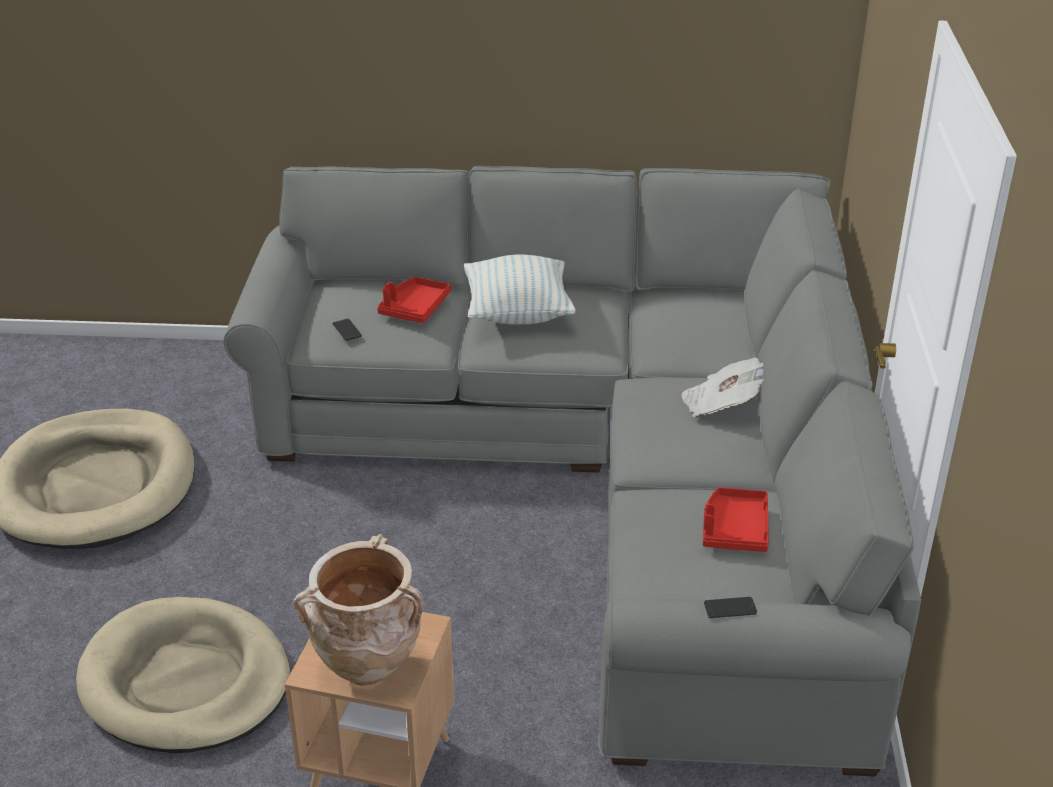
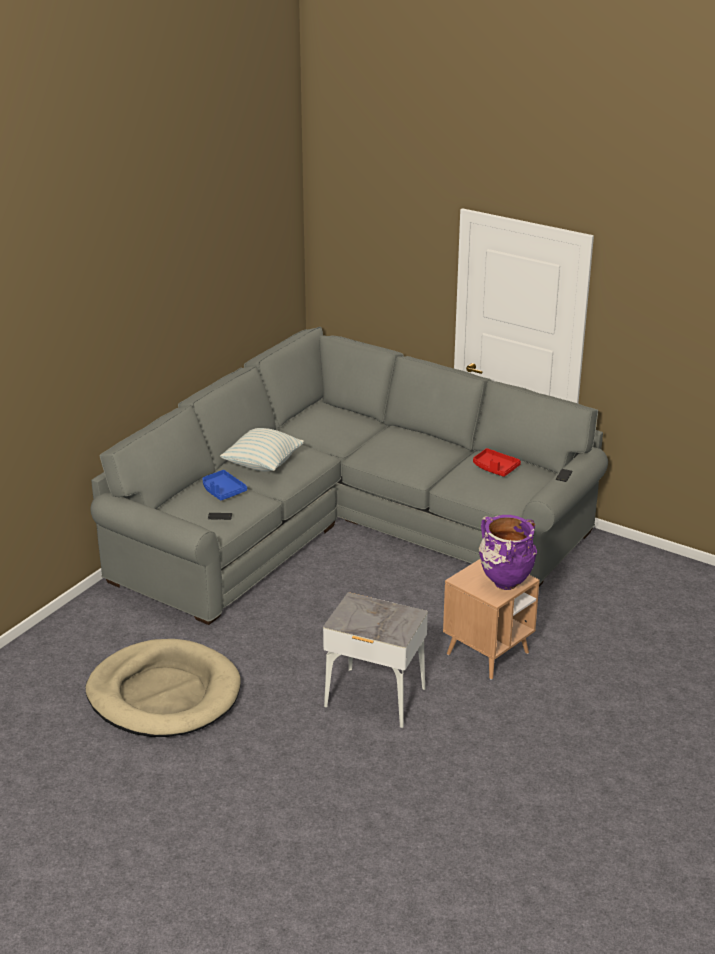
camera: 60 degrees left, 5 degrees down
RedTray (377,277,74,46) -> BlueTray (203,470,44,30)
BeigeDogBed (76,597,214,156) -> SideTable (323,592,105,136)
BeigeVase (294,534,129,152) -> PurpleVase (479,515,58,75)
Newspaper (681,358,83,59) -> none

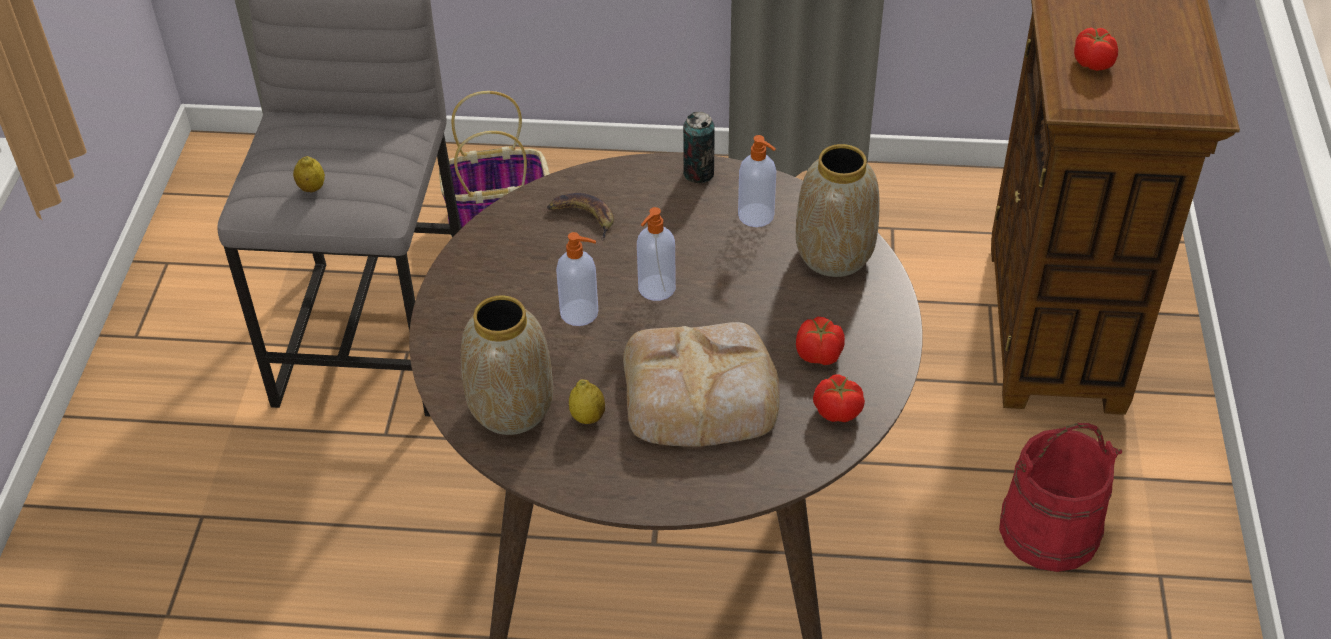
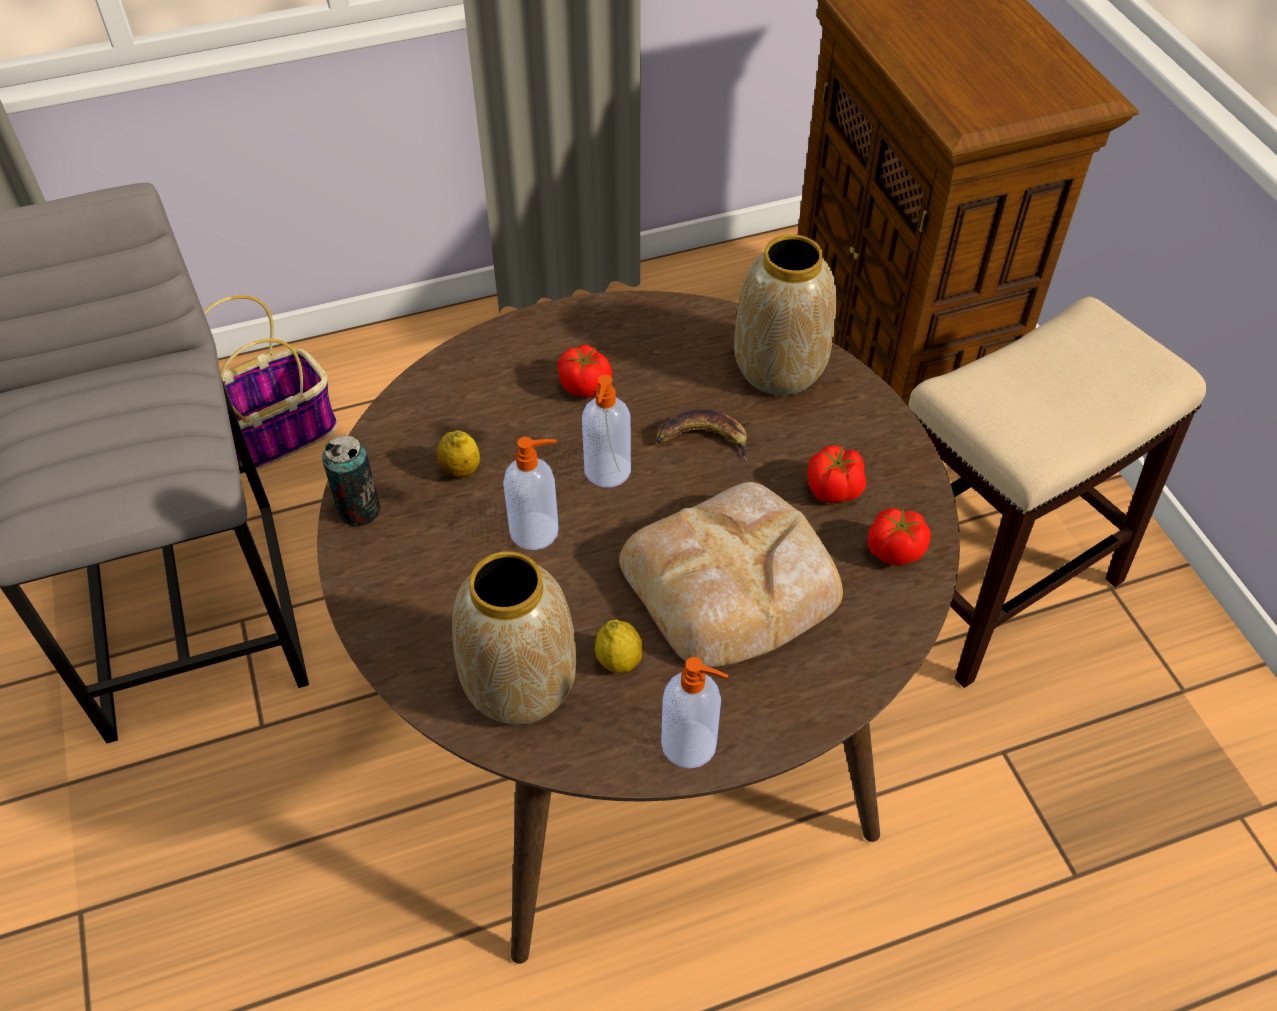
camera: 25 degrees left, 5 degrees up
Can (683,112,32,71) -> Can (322,435,58,91), move
Lemon (293,156,32,36) -> Lemon (437,430,43,48), move
Tomato (1074,28,44,43) -> Tomato (558,344,54,53), move
Banana (547,193,67,48) -> Banana (656,410,92,52), move
SoapDispenser (738,135,38,92) -> SoapDispenser (661,657,67,112), move
RedBucket (999,423,123,149) -> Stool (908,296,298,392)

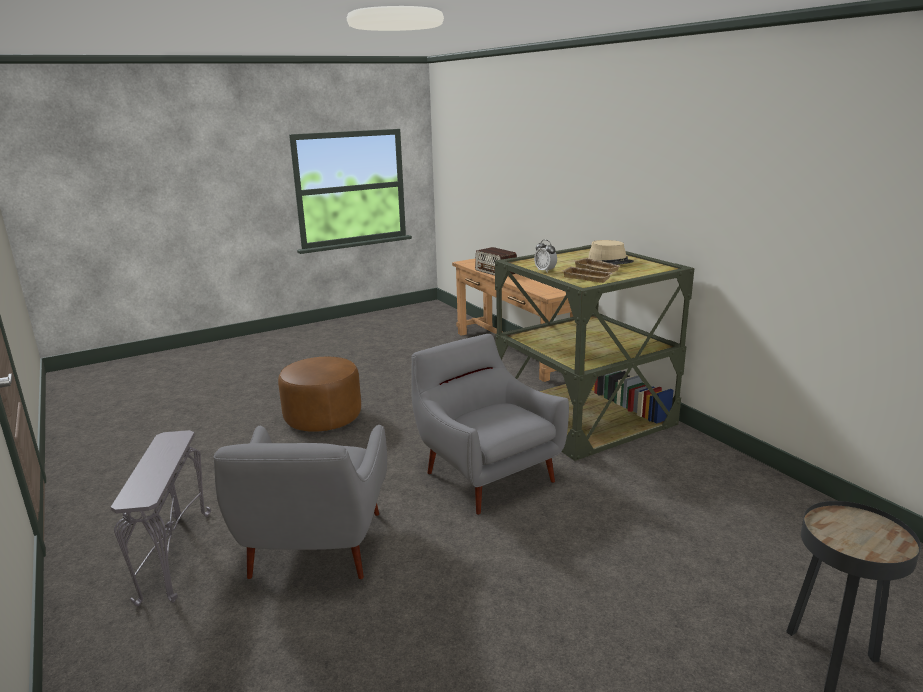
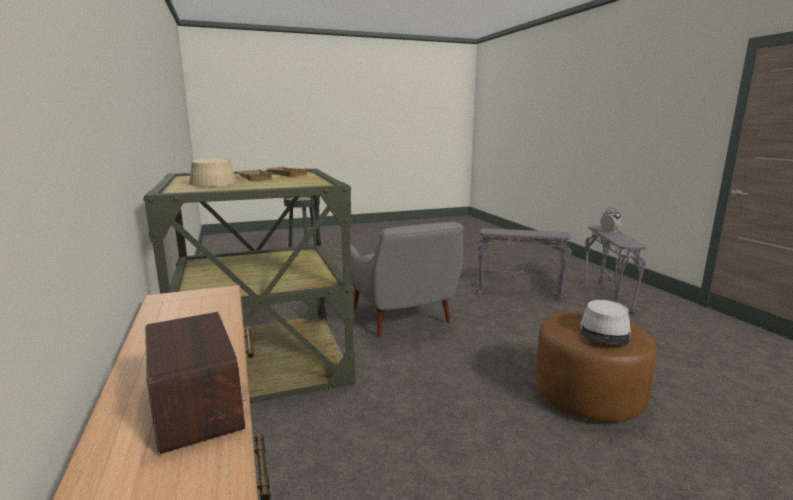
camera: 170 degrees left, 5 degrees down
GreyArmchair (214,425,173,154) -> GreySideTable (476,228,96,72)
none -> GreyHat (580,300,51,45)
AlarmClock (534,240,23,33) -> AlarmClock (600,208,21,25), move

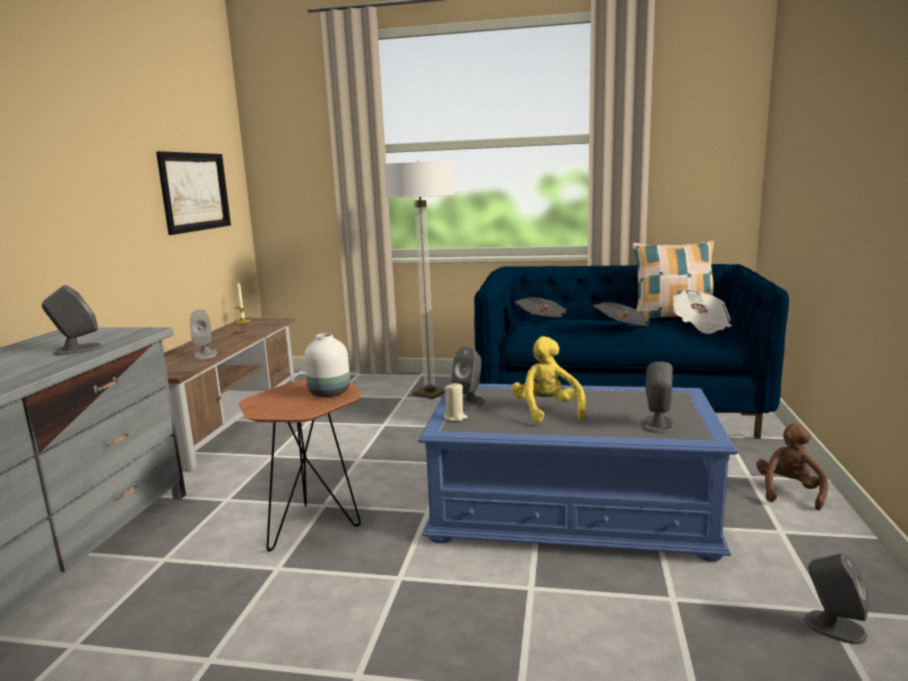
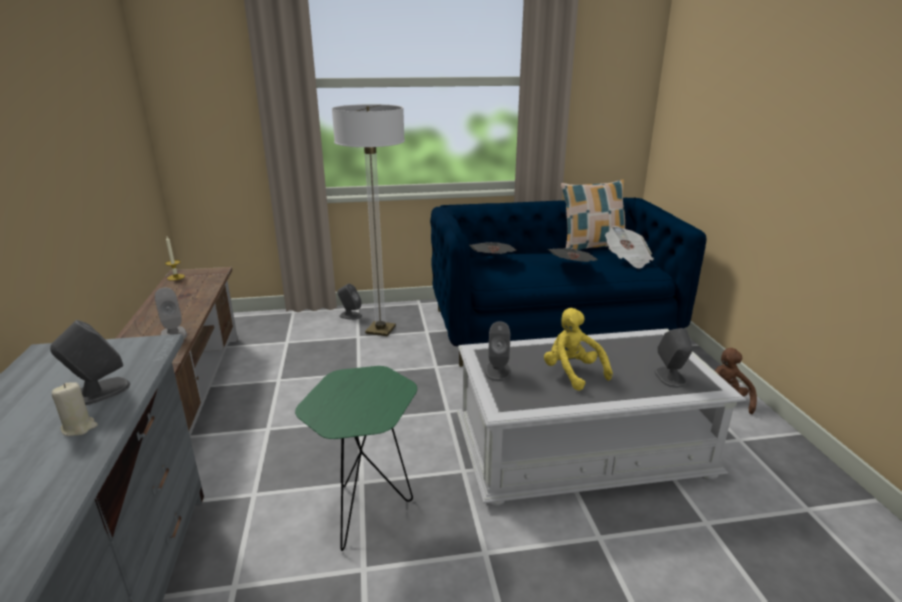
camera: 20 degrees left, 10 degrees up
BeigeCandle (444,382,23,39) -> BeigeCandle (52,382,46,54), move
BrownSideTable (239,380,123,171) -> GreenSideTable (295,366,122,185)
GreySpeaker (805,553,64,92) -> GreySpeaker (337,284,25,36), move
BlueCoffeeTable (418,383,320,178) -> WhiteCoffeeTable (457,329,289,177)
Picture (156,151,75,84) -> none
WhiteVase (304,333,46,64) -> none

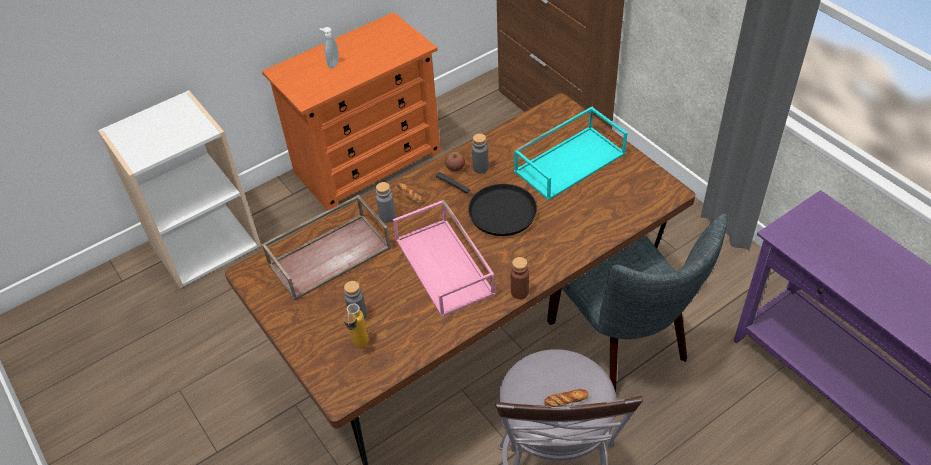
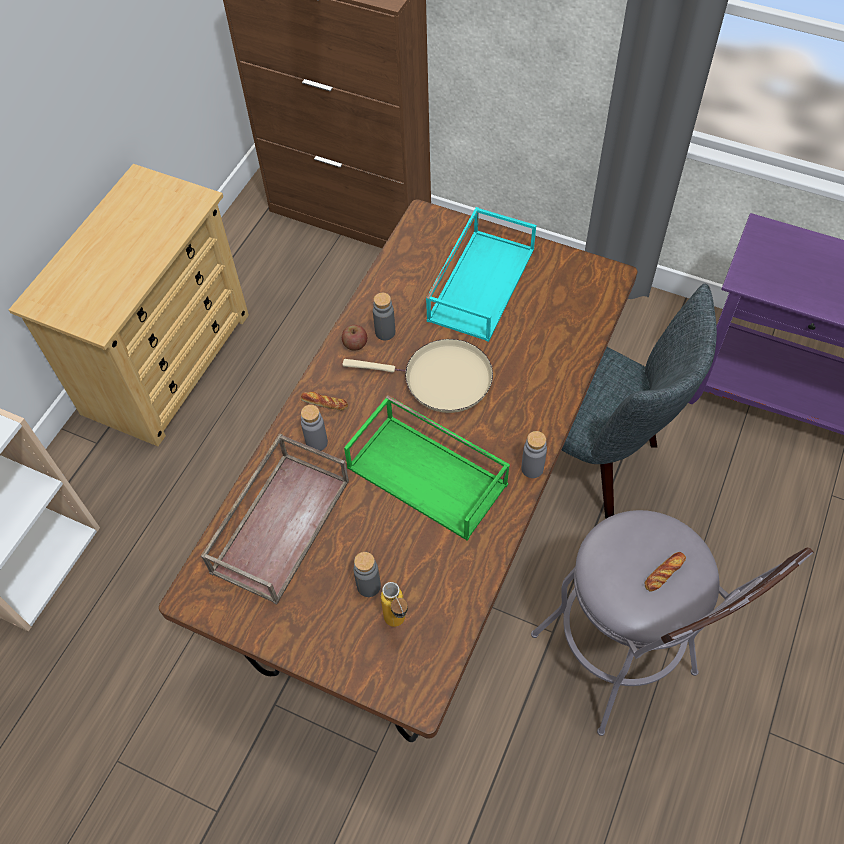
camera: 30 degrees left, 10 degrees up
OrangeDresser (262,12,179,199) -> BeigeDresser (9,164,240,282)
BlackFryingPan (436,172,101,64) -> BeigeFryingPan (343,339,150,74)
PinkTray (393,200,102,117) -> GreenTray (344,395,166,146)
BrownBottle (511,257,18,42) -> GreyBottle (521,431,26,47)
SoapDispenser (320,27,19,42) -> none

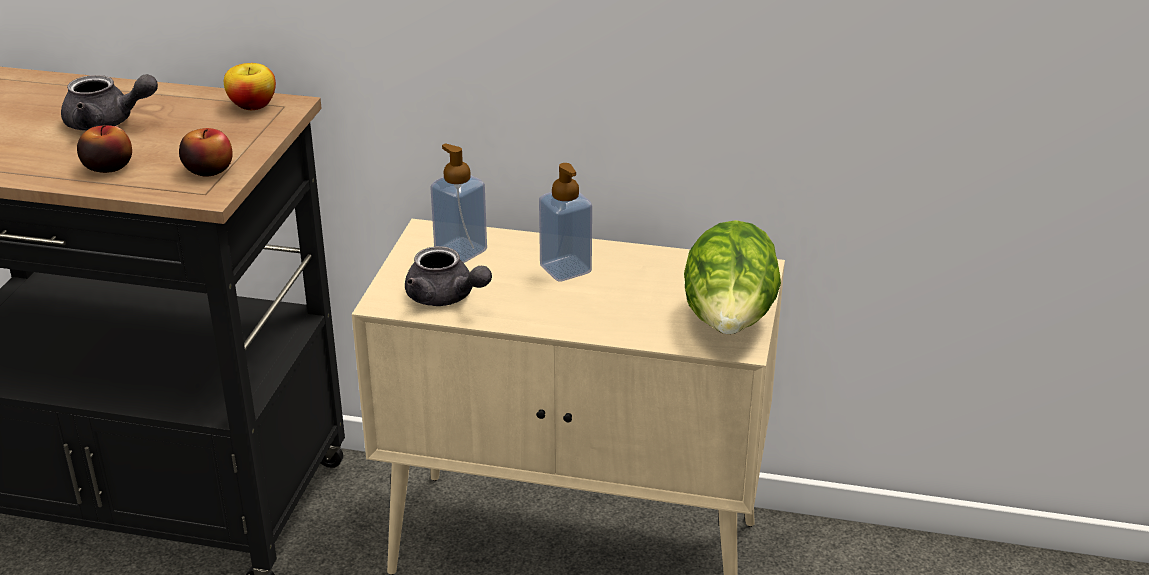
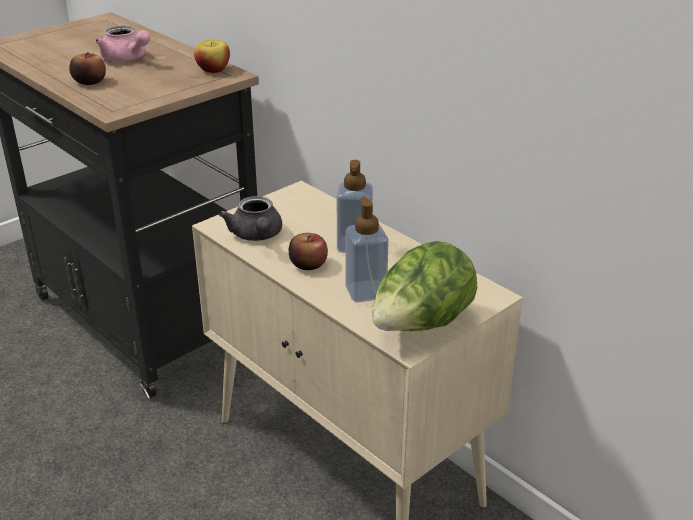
camera: 35 degrees right, 0 degrees up
GreyTeapot (61,74,97,57) -> PinkTeapot (95,26,56,35)
Apple (179,128,54,48) -> Apple (289,233,39,37), move
SoapDispenser (430,144,57,119) -> SoapDispenser (345,196,44,106), move

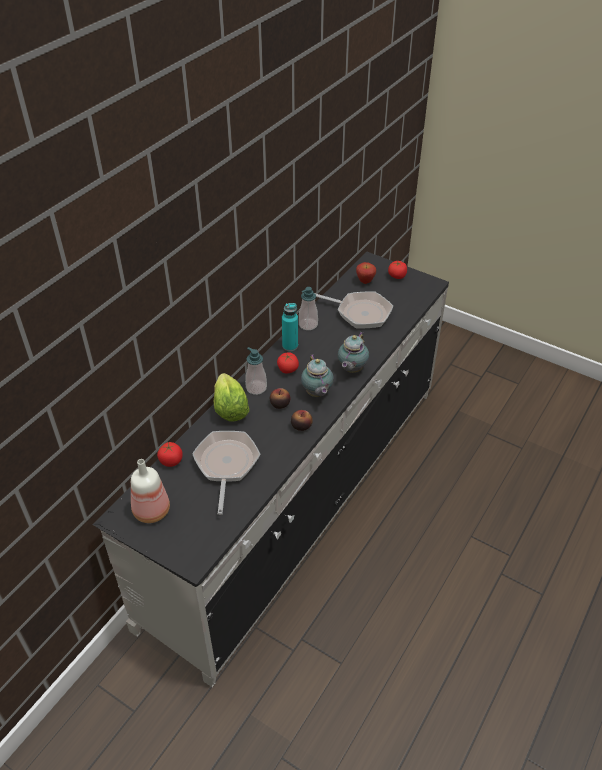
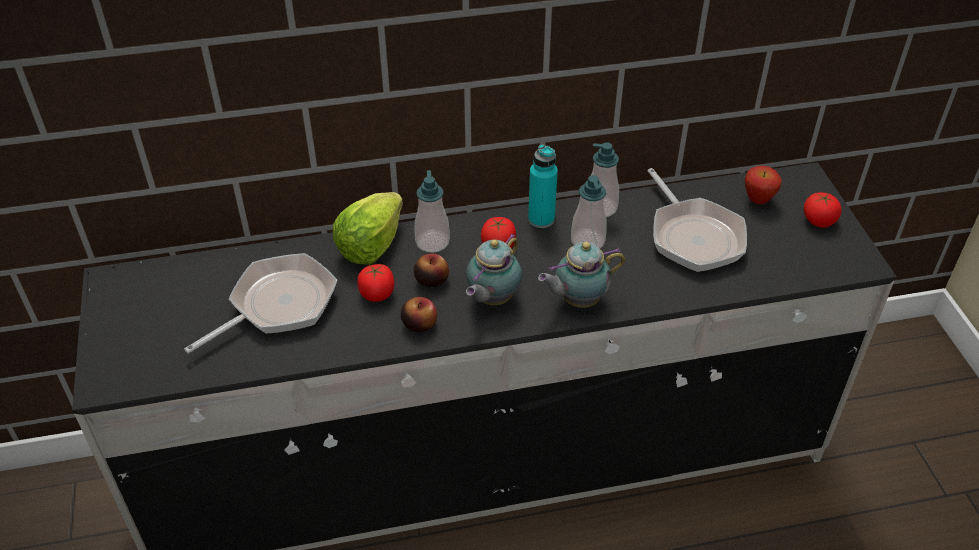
camera: 45 degrees right, 0 degrees up
Tomato (157,442,26,25) -> Tomato (357,264,38,38), move
none -> SoapDispenser (571,175,36,73)
Bottle (131,459,39,64) -> none

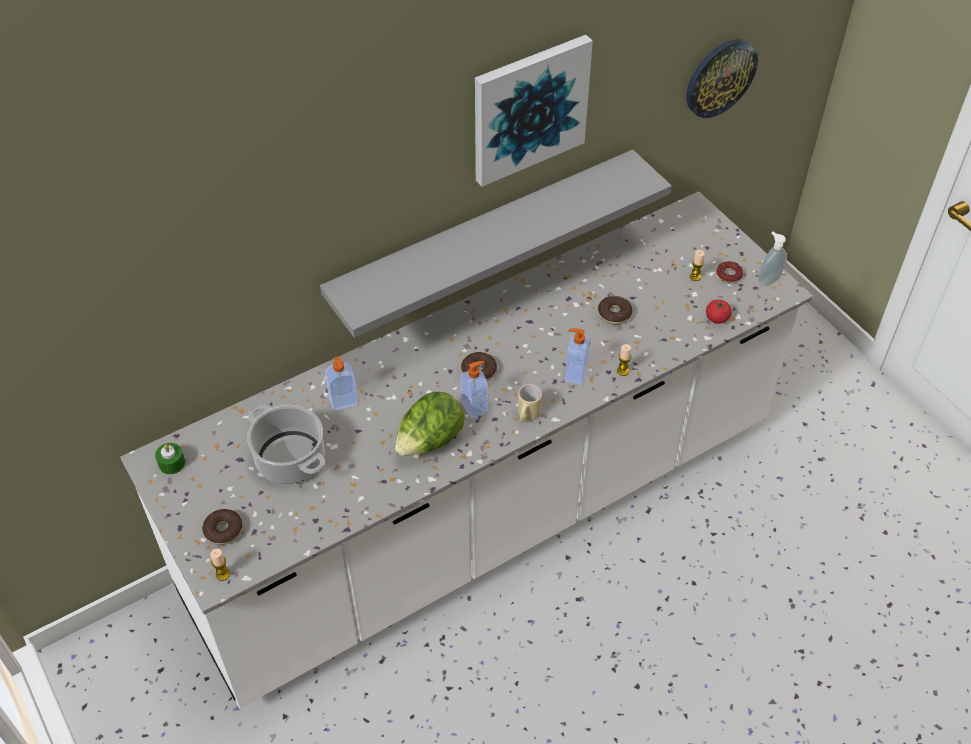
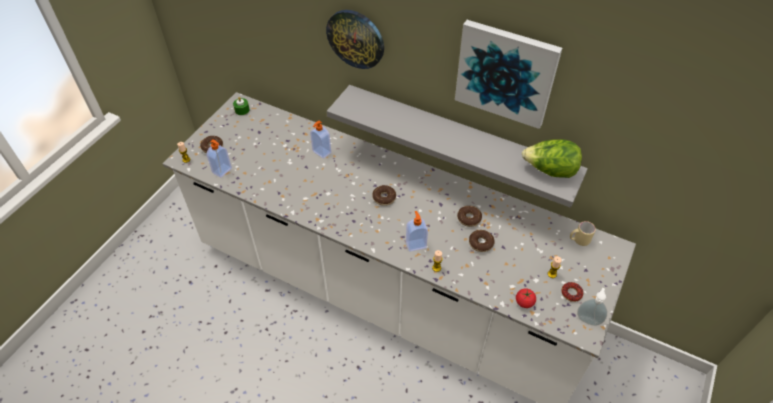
camera: 60 degrees right, 0 degrees up
SoapDispenser (460,361,28,58) -> SoapDispenser (207,139,25,39), move
WallClock (686,39,72,79) -> WallClock (326,10,58,59), move
none -> Donut (457,206,25,21)
Lettuce (395,392,70,64) -> Lettuce (522,139,60,39), move
BeigeMug (518,384,24,38) -> BeigeMug (570,221,26,25), move
CookingPot (247,405,78,79) -> none

